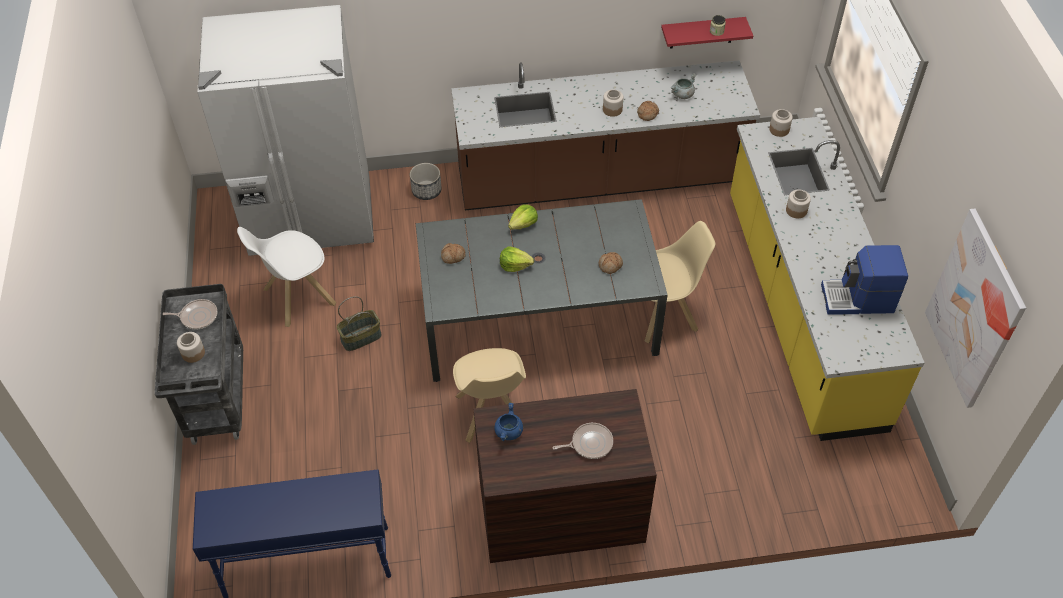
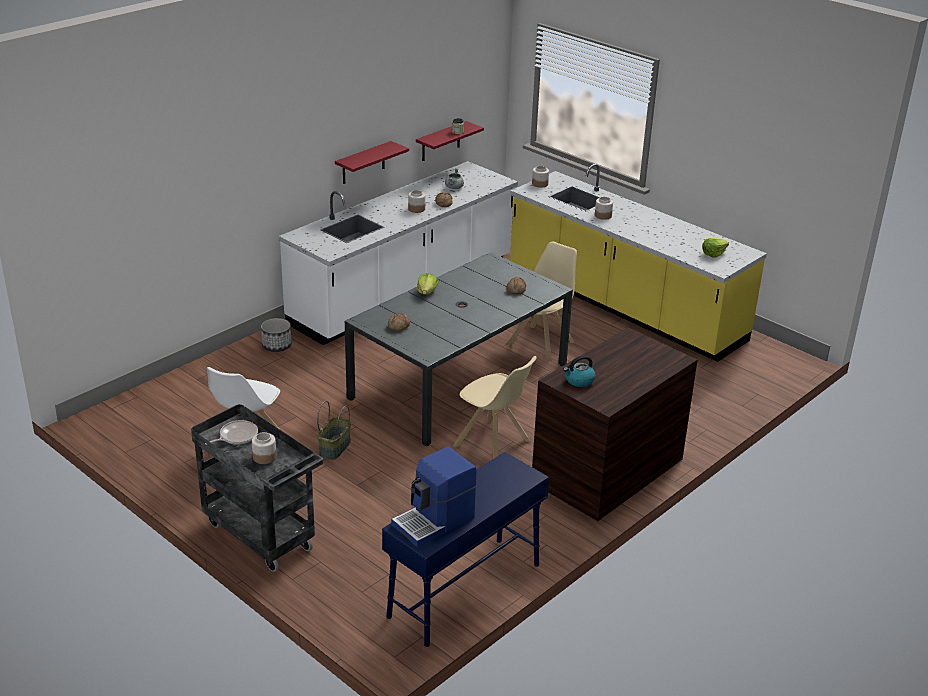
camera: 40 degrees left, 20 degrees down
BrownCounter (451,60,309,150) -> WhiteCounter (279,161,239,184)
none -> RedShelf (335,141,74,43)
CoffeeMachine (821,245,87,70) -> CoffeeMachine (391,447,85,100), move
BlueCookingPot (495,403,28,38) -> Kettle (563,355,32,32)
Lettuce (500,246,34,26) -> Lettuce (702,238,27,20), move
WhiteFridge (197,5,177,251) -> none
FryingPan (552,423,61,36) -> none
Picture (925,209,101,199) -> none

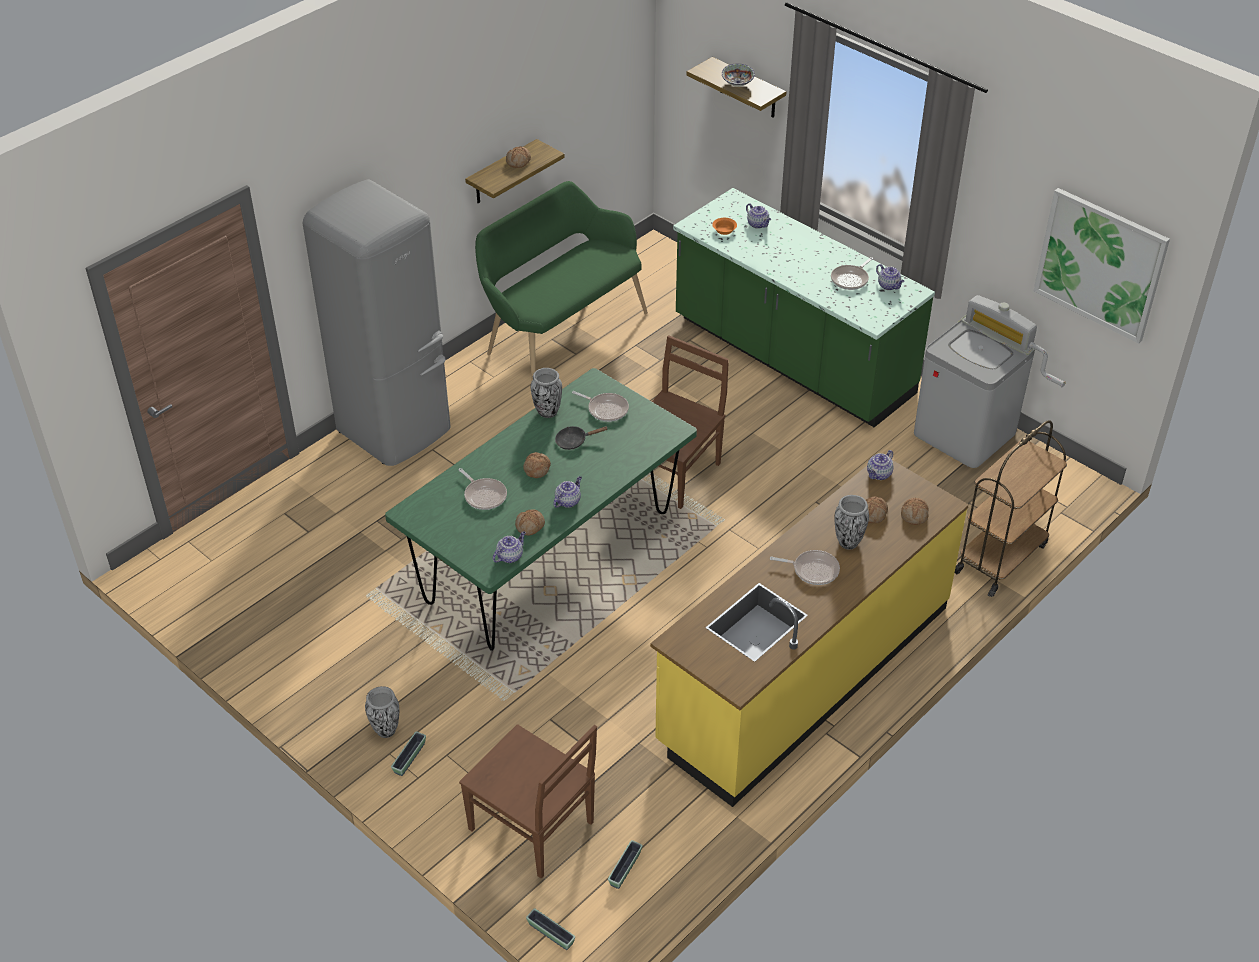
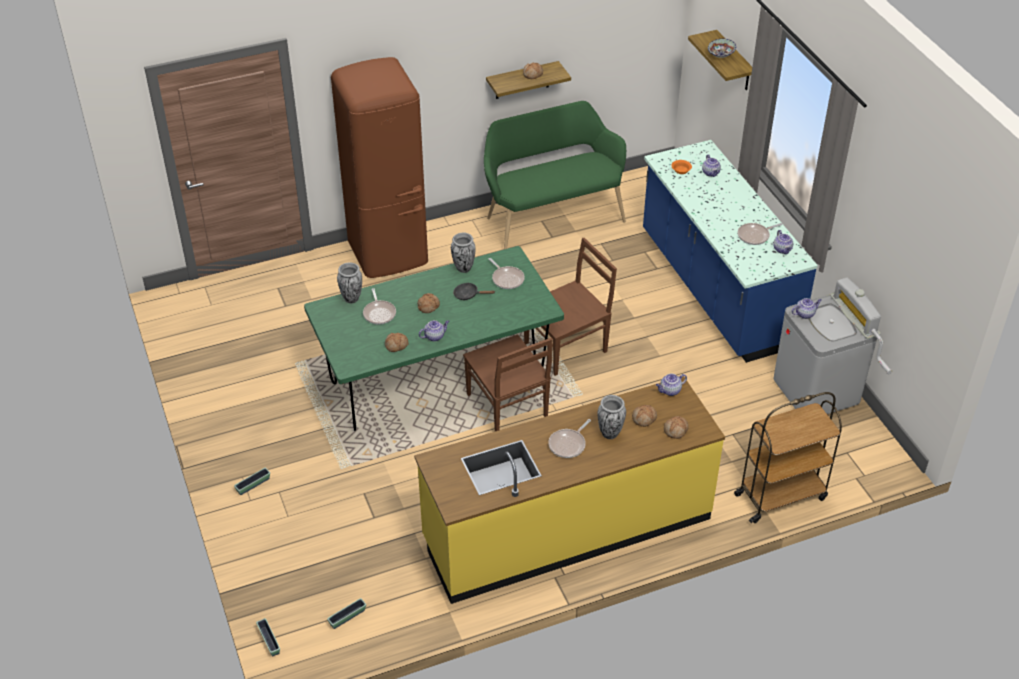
camera: 25 degrees right, 0 degrees up
GreyFridge (303,179,147,287) -> BrownFridge (331,57,97,221)
Vase (365,686,34,52) -> Vase (337,263,25,40), move
BrownChair (459,724,138,155) -> BrownChair (463,334,90,97), move
FryingPan (770,550,70,35) -> FryingPan (548,419,43,39), 90 degrees clockwise
GreenCounter (673,188,262,239) -> BlueCounter (643,140,175,223)
Teapot (493,531,33,32) -> Teapot (791,298,31,21), move
Picture (1034,188,136,155) -> none

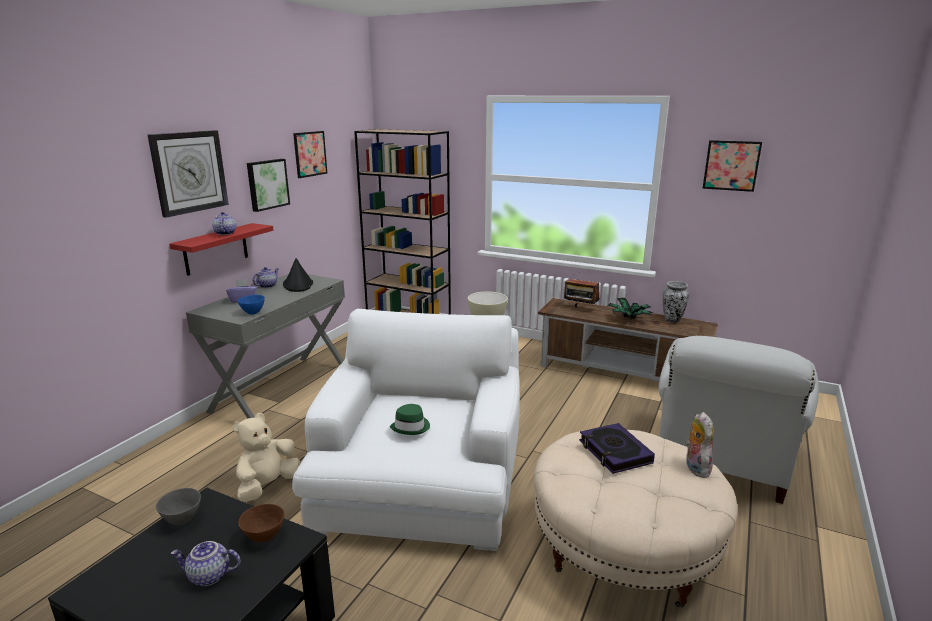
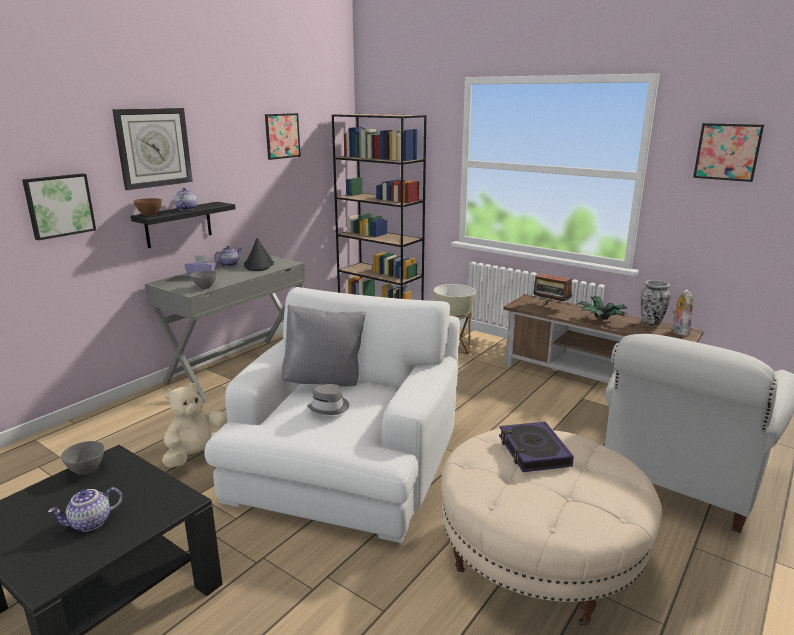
camera: 10 degrees right, 0 degrees up
Picture (247,159,43,53) -> Picture (22,173,74,67), move
Teapot (171,541,70,45) -> Teapot (48,487,75,45), 45 degrees counterclockwise
RedShelf (169,223,104,53) -> BlackShelf (131,202,105,46)
BrownBowl (238,504,46,39) -> BrownBowl (133,198,29,18), move
BlueBowl (237,295,28,20) -> GreyBowl (190,270,27,19)
none -> GreyPillow (282,305,84,81)
GreenHat (390,404,40,31) -> GreyHat (307,384,42,31)
PlushToy (685,412,29,66) -> PlushToy (672,289,21,47), move

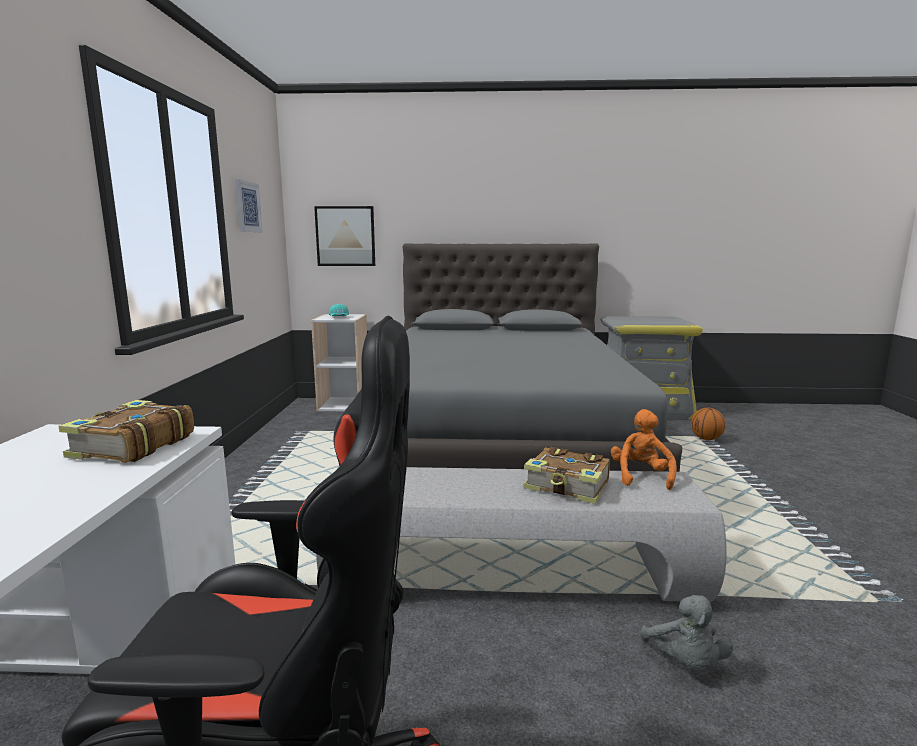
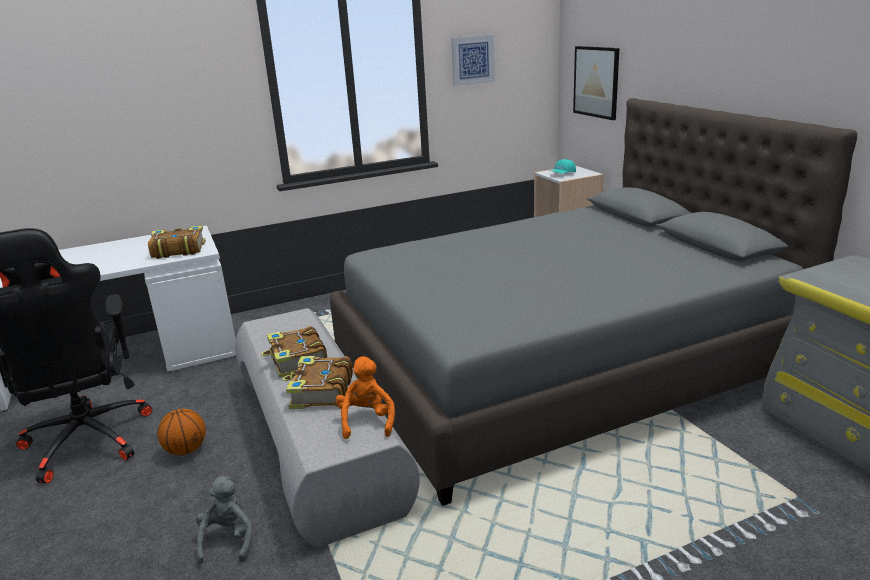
camera: 65 degrees right, 10 degrees up
Basketball (691,408,35,32) -> Basketball (157,409,49,46), move
GreyPlushToy (640,595,93,76) -> GreyPlushToy (196,476,57,88), 120 degrees clockwise
none -> Book (261,326,66,52)
OrangePlushToy (611,409,66,81) -> OrangePlushToy (335,356,60,83), 75 degrees counterclockwise

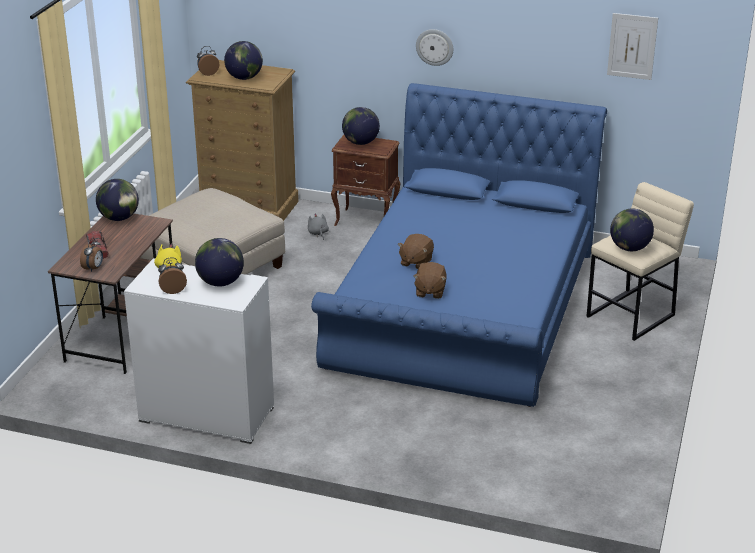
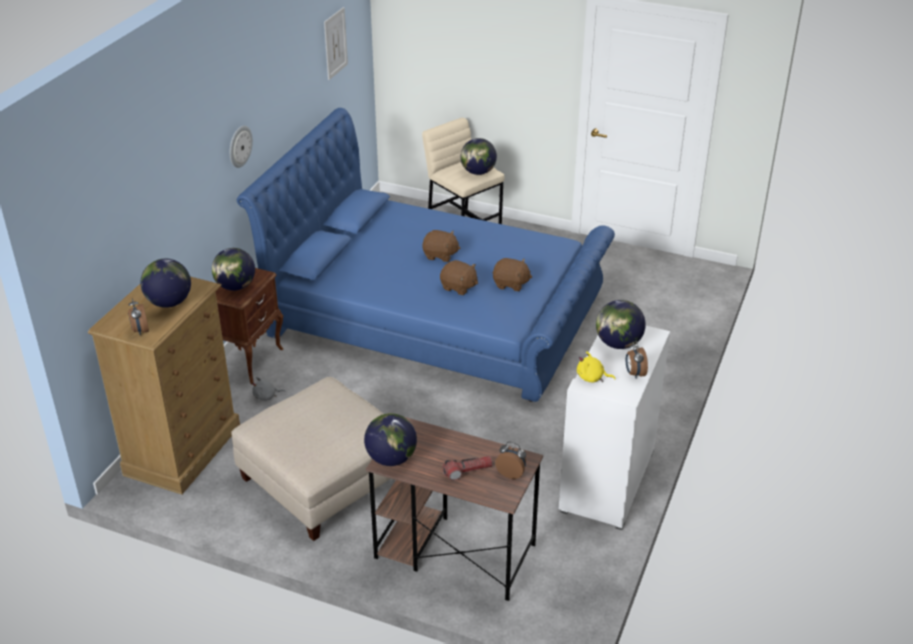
camera: 85 degrees left, 5 degrees up
none -> BrownPlushToy (423,230,37,32)

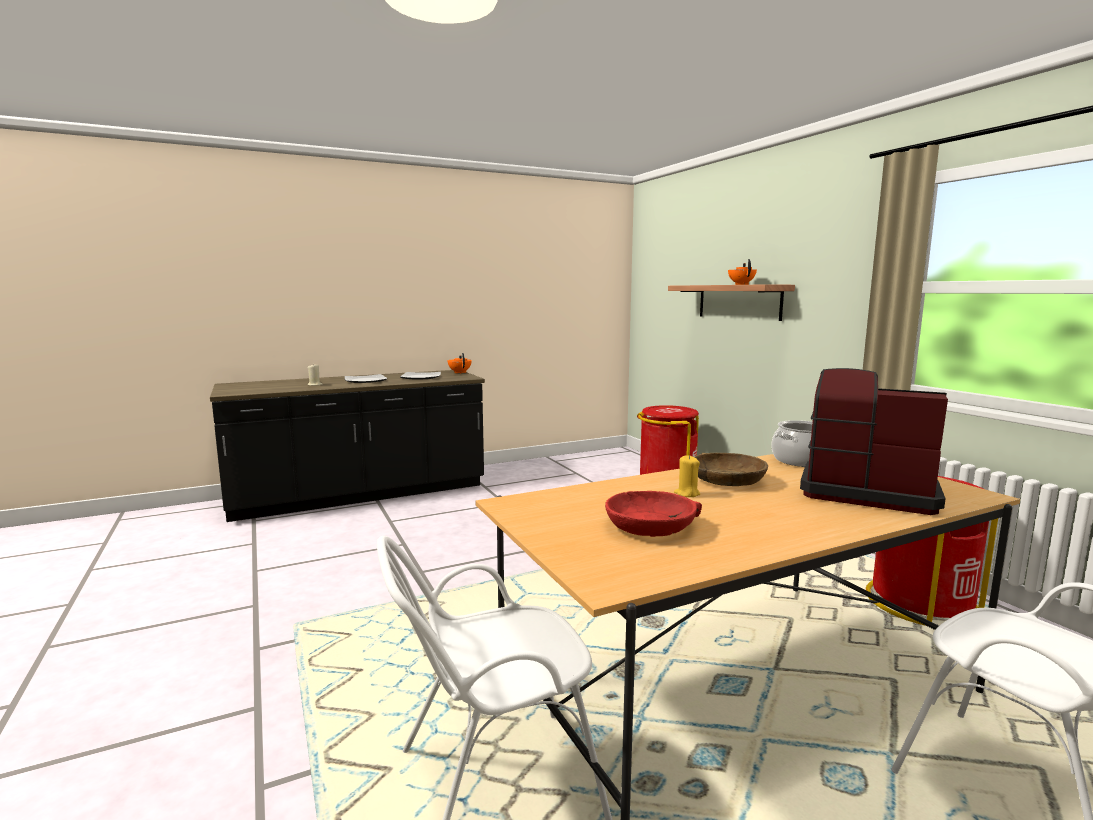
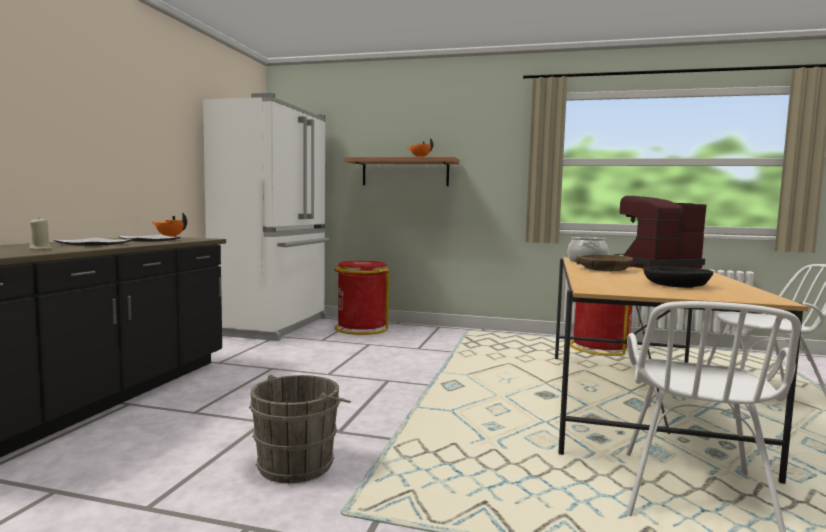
camera: 50 degrees left, 5 degrees down
none -> WhiteFridge (203,93,127,248)
none -> GreyBucket (249,374,102,109)
RedBowl (605,491,97,46) -> BlackBowl (644,267,70,21)
YellowCandle (674,455,26,42) -> none

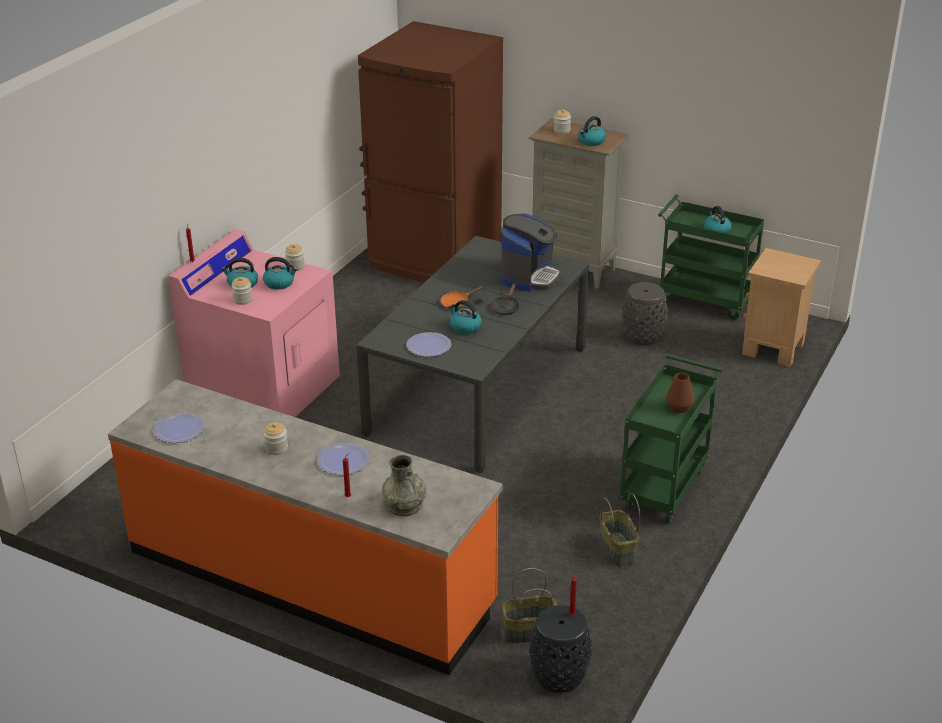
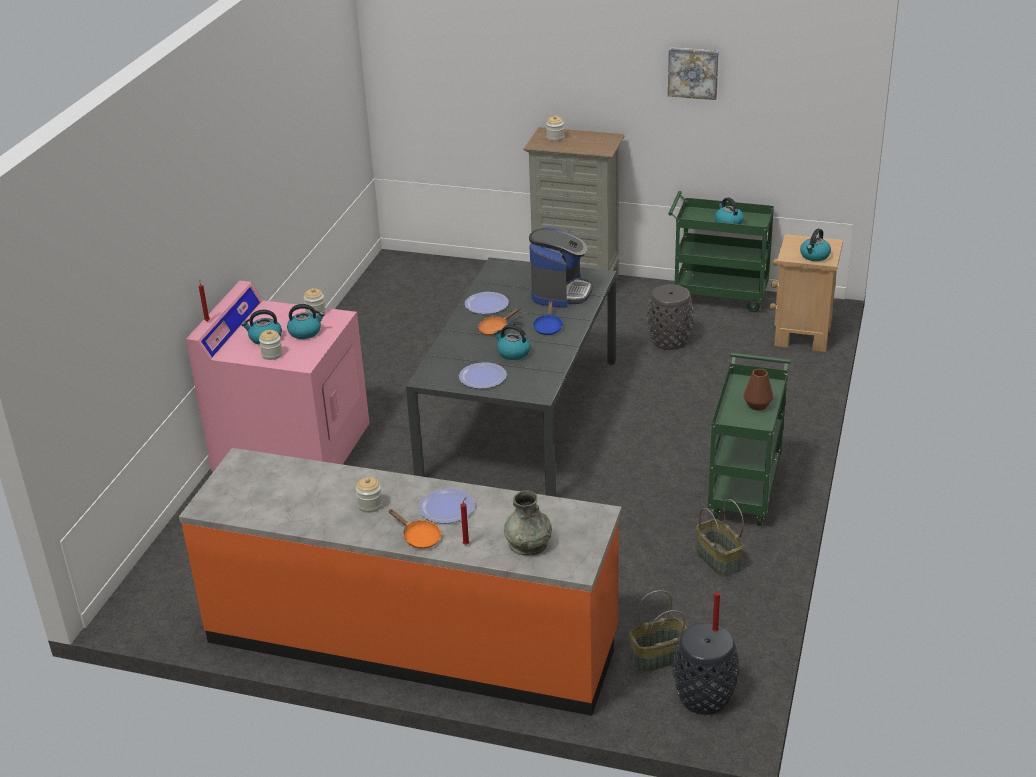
camera: 10 degrees left, 0 degrees up
none -> OrangeFryingPan (389,509,52,40)
Plate (153,413,52,30) -> Plate (465,292,44,22), move
BlackFryingPan (491,283,28,32) -> BlueFryingPan (533,301,30,34)
none -> Picture (668,47,51,53)
Kettle (578,116,28,30) -> Kettle (800,229,31,32), move
BrownFridge (358,21,145,262) -> none

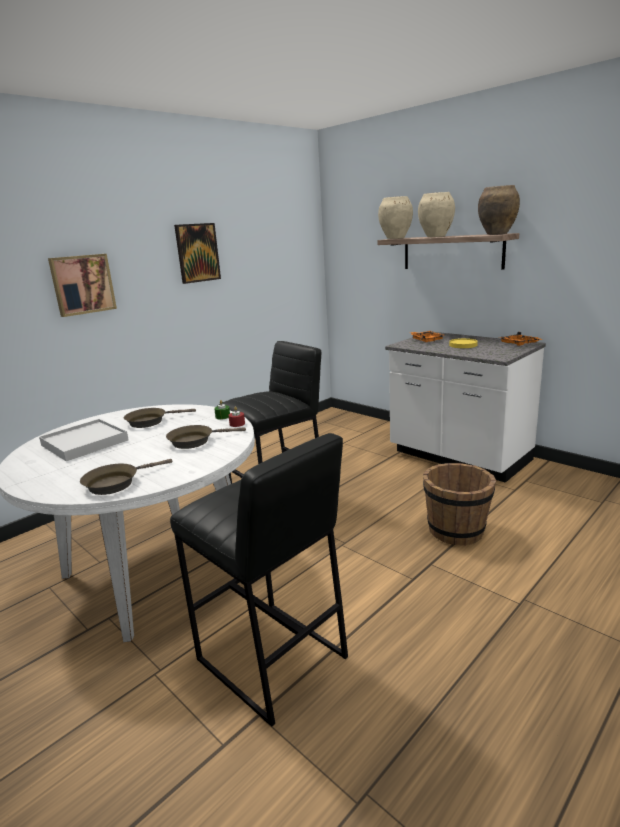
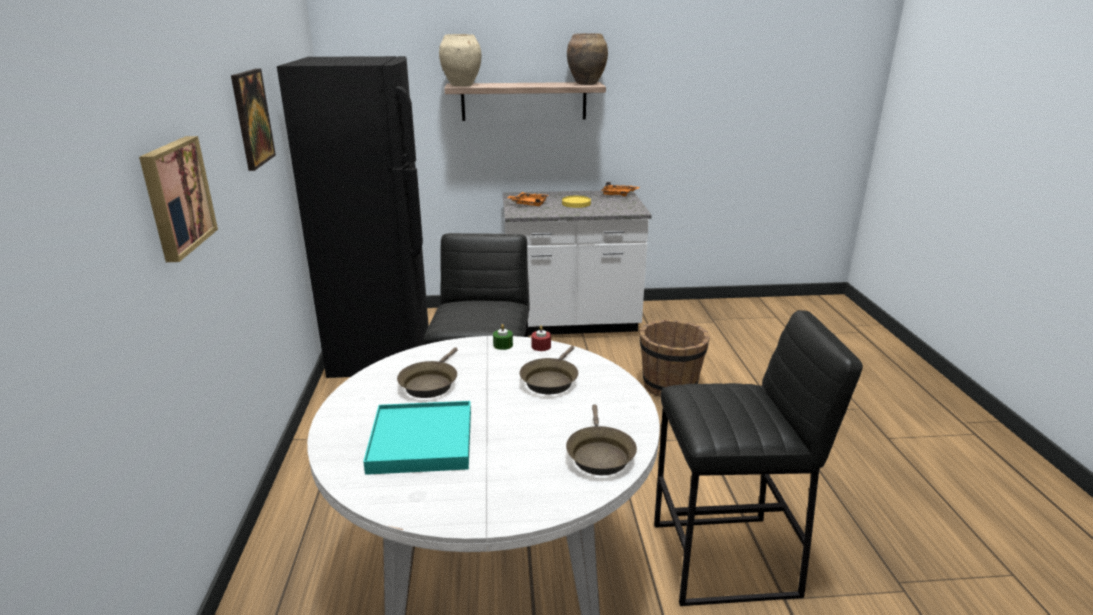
camera: 50 degrees left, 5 degrees up
none -> BlackFridge (277,56,152,322)
WhiteTray (39,419,90,42) -> TurquoiseTray (363,401,108,74)
BeigeVase (418,192,37,45) -> none

